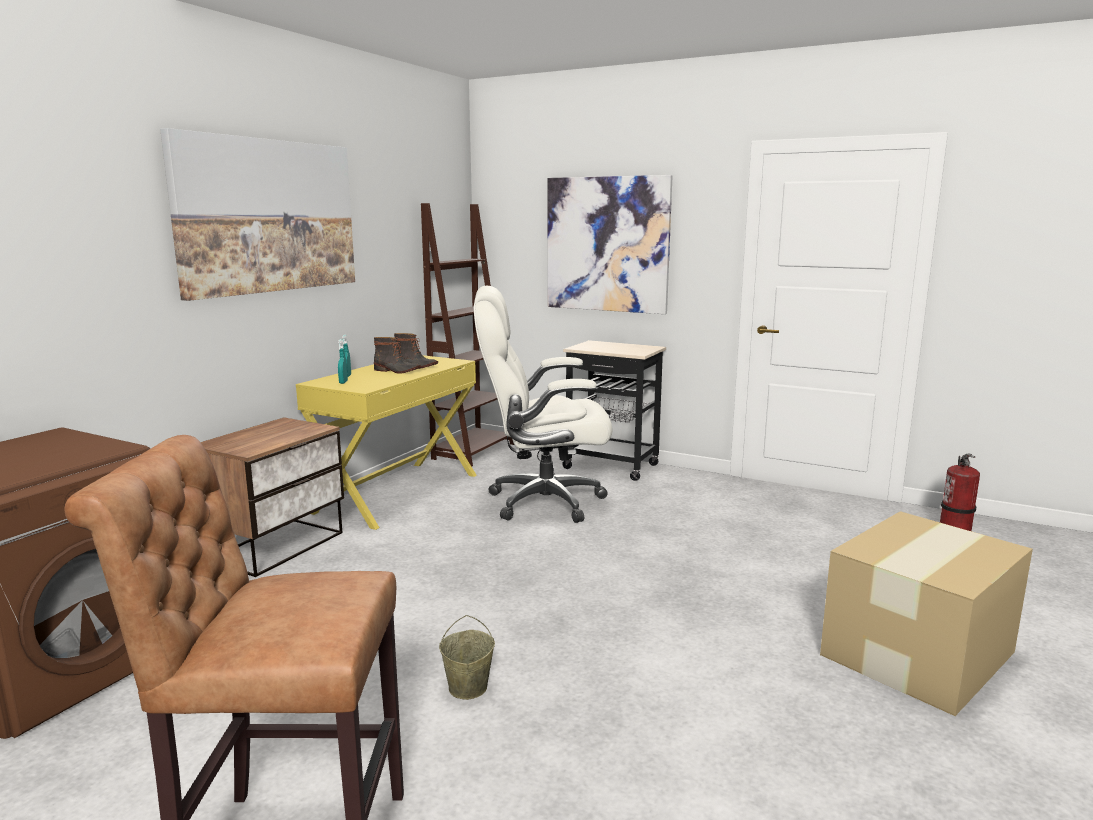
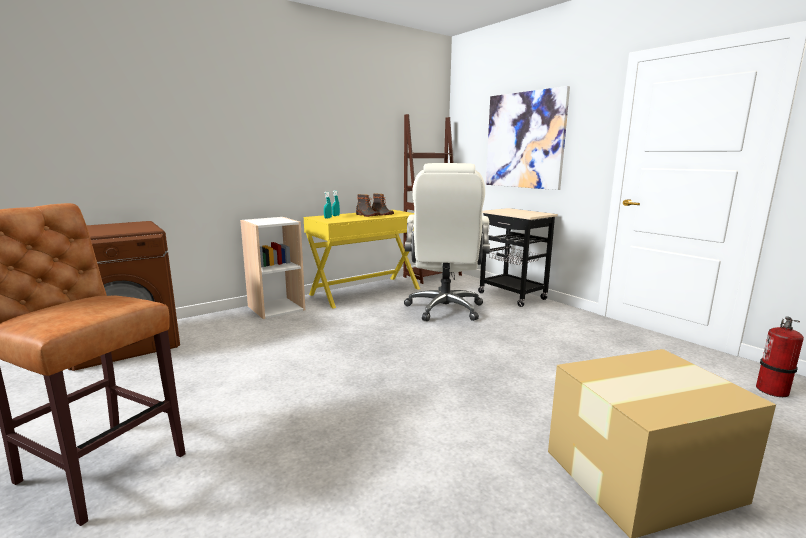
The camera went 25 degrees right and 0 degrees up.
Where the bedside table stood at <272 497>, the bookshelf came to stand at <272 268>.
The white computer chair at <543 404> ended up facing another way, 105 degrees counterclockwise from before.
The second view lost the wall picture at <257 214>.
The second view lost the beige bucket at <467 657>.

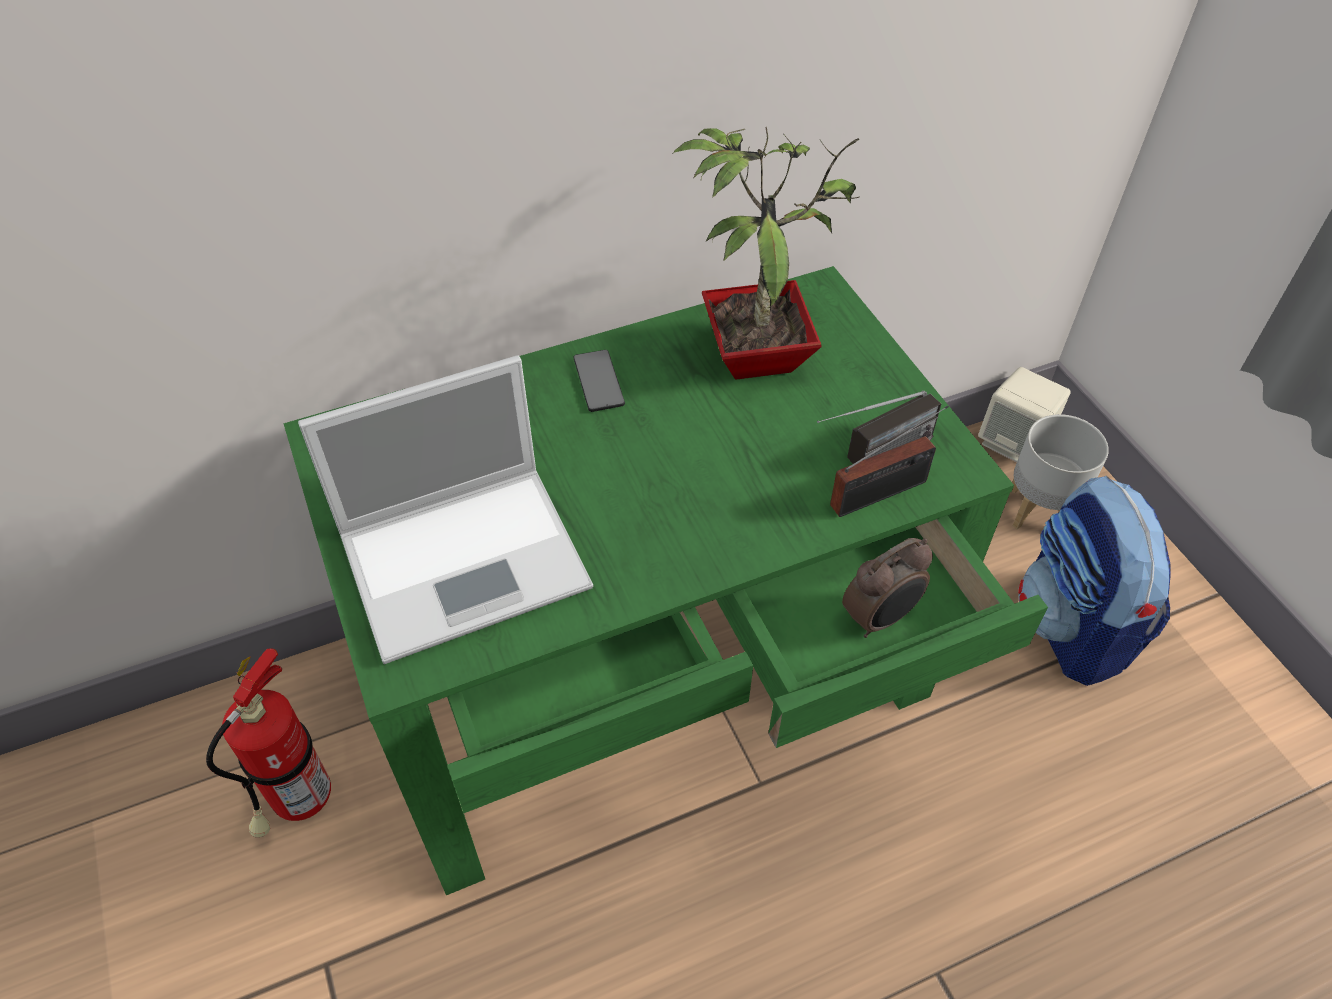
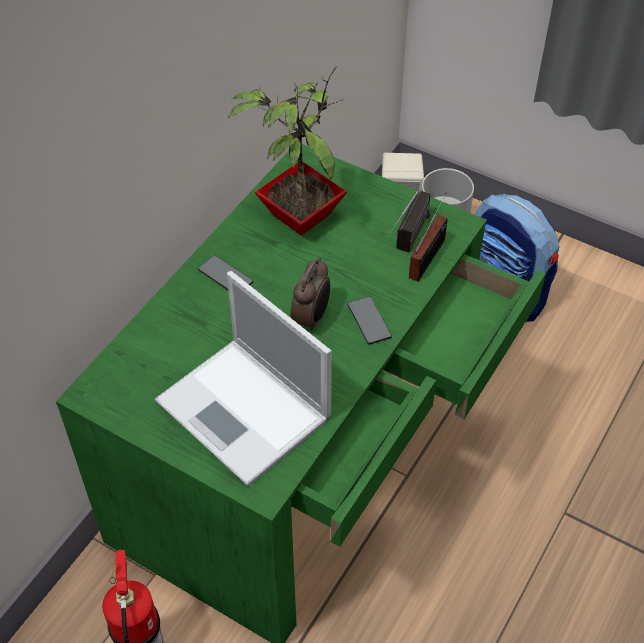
The camera went 35 degrees left and 0 degrees up.
The laptop at <445 509> ended up facing another way, 105 degrees clockwise from before.
The table clock ended up elsewhere, having gone from <887 588> to <310 295>.
The second view gained the telephone at <370 320>.

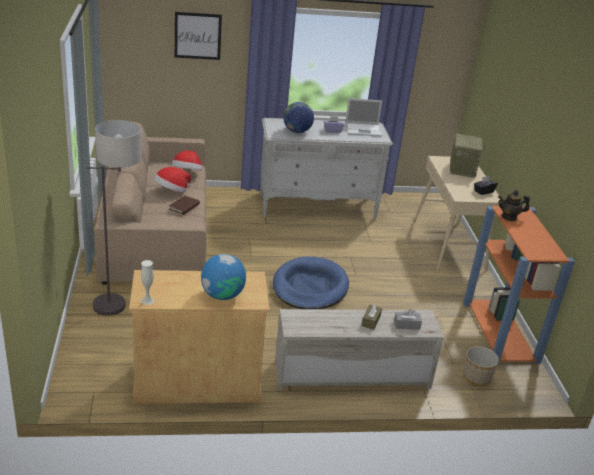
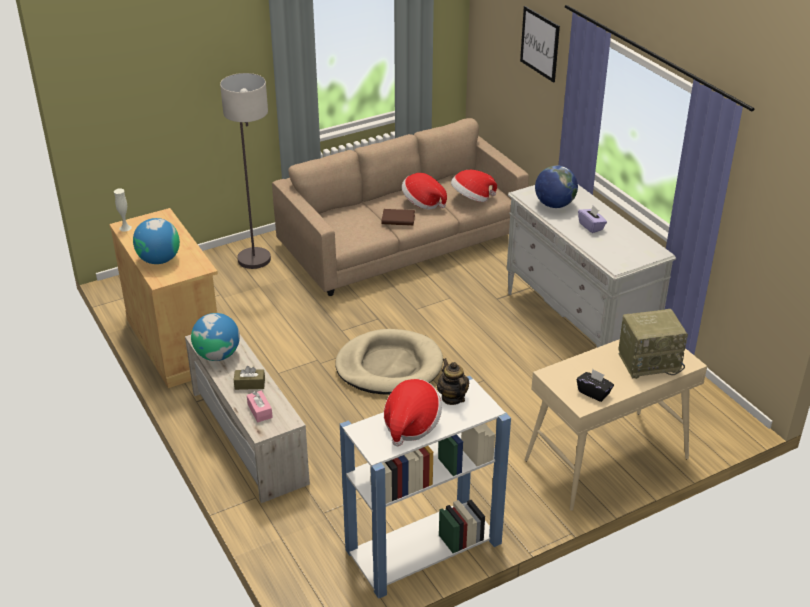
The camera went 70 degrees right and 5 degrees up.
The second view gained the globe at <215 337>.
What was the grey box of tissues at <408 319> turned into the pink box of tissues at <260 406>.
What was the blue dog bed at <311 282> turned into the beige dog bed at <389 362>.
What was the orangey bookshelf at <519 285> turned into the white bookshelf at <425 487>.
The second view gained the clothing hat at <413 412>.
The second view lost the laptop at <363 117>.
The second view lost the planter at <481 366>.

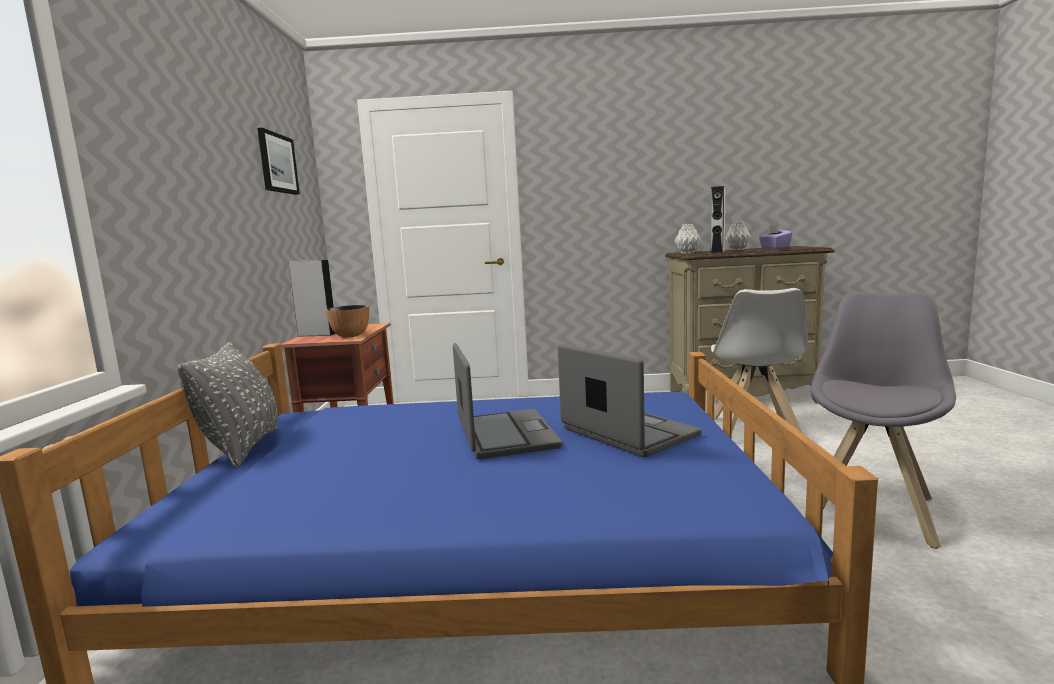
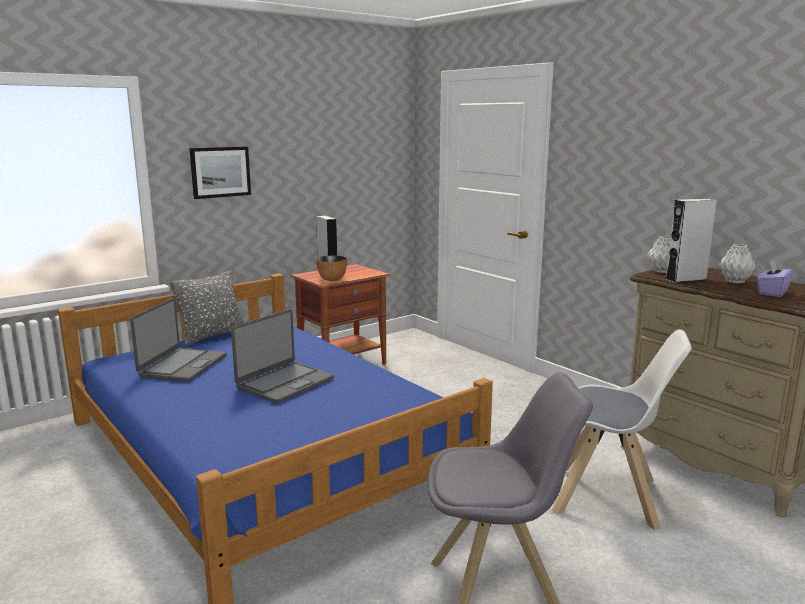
The camera went 50 degrees right and 5 degrees up.
The laptop ended up elsewhere, having gone from <629 400> to <178 340>.
The wall picture ended up elsewhere, having gone from <278 161> to <220 172>.
The chair at <759 360> ended up facing another way, 135 degrees counterclockwise from before.

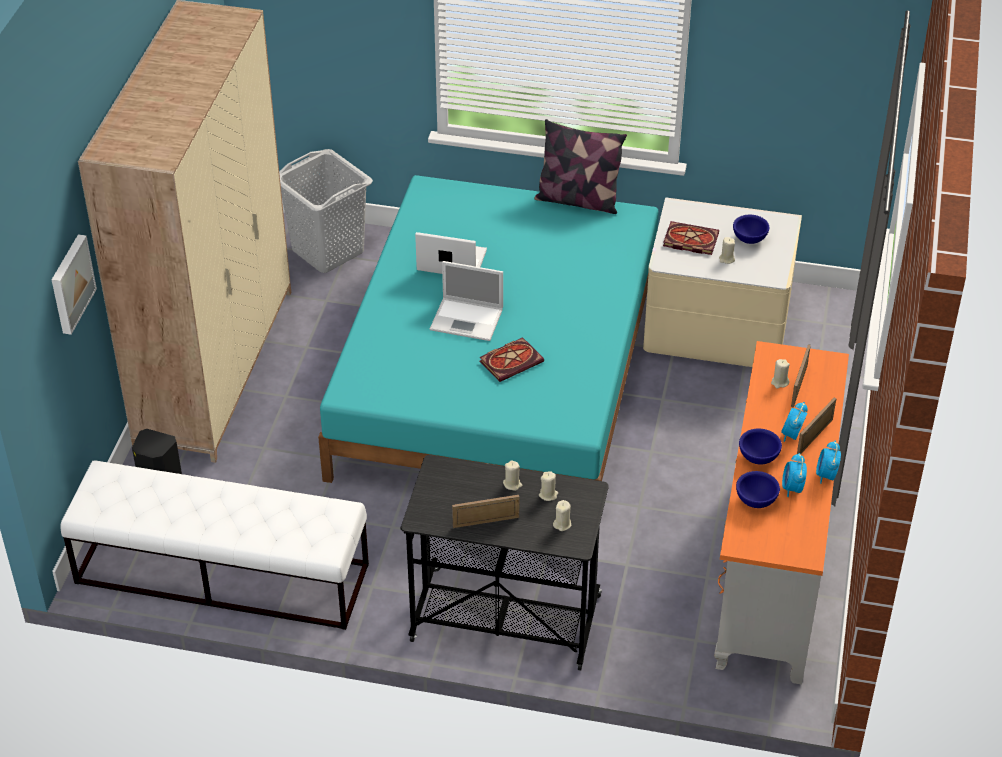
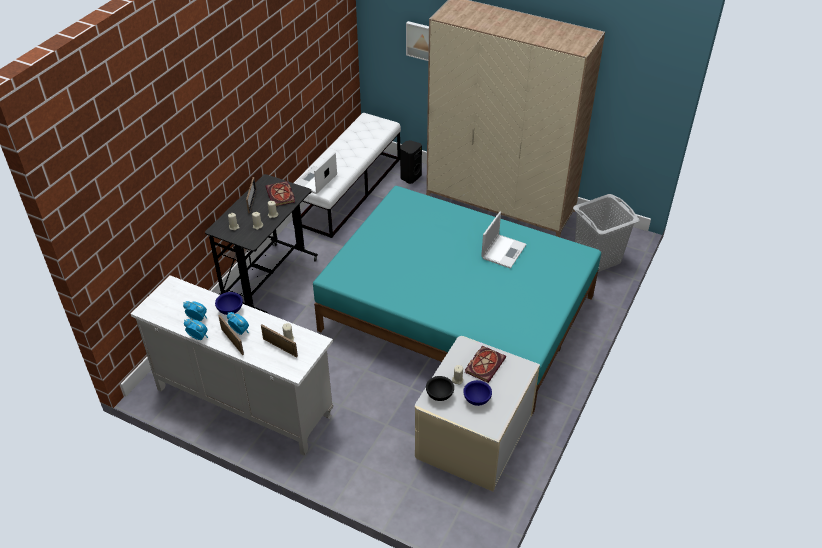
The camera went 105 degrees right and 0 degrees up.
What was the orangey dresser at <781 513> turned into the white dresser at <232 365>.
The bound book ended up elsewhere, having gone from <511 359> to <280 193>.
The laptop ended up elsewhere, having gone from <466 301> to <315 173>.
The second view gained the blackish bowl at <440 388>.
The second view lost the throw pillow at <580 166>.
The second view lost the blue bowl at <758 489>.

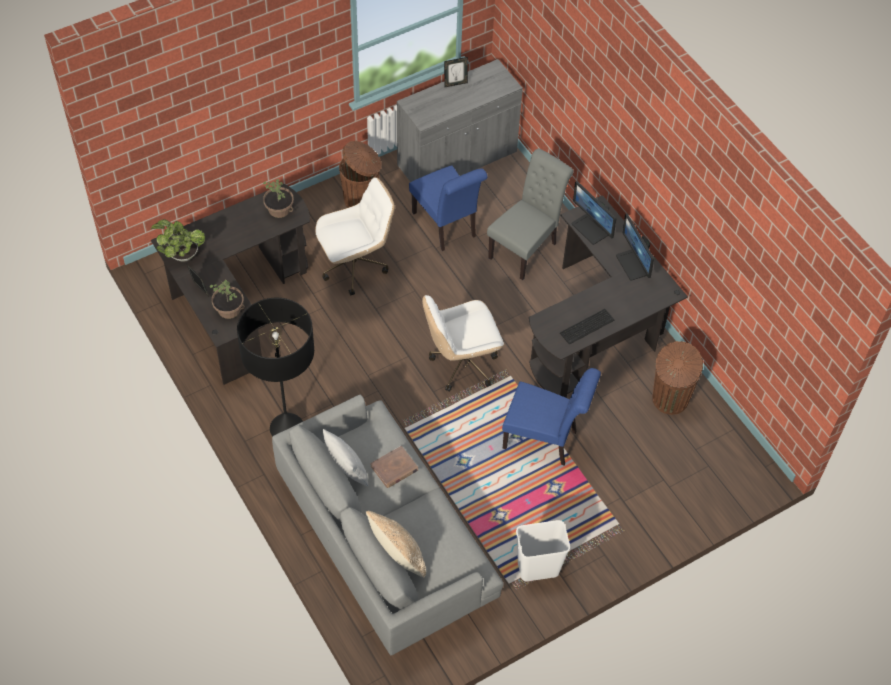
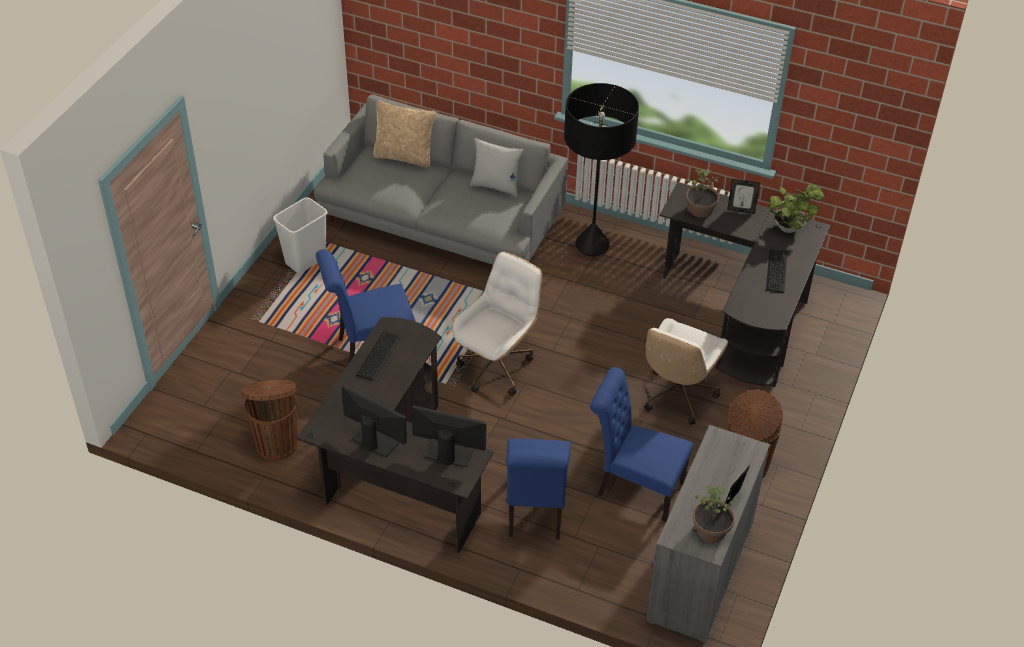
The camera went 145 degrees right and 10 degrees down.
What was the grey chair at <530 214> turned into the blue chair at <538 489>.
The potted plant ended up elsewhere, having gone from <278 198> to <714 514>.
The second view gained the PC keyboard at <776 271>.
The second view lost the brown-coloured bound book at <394 467>.

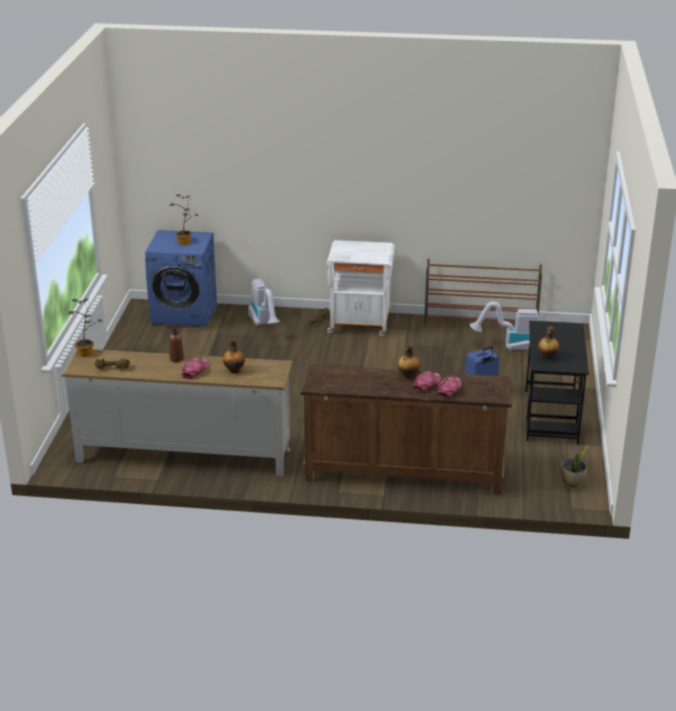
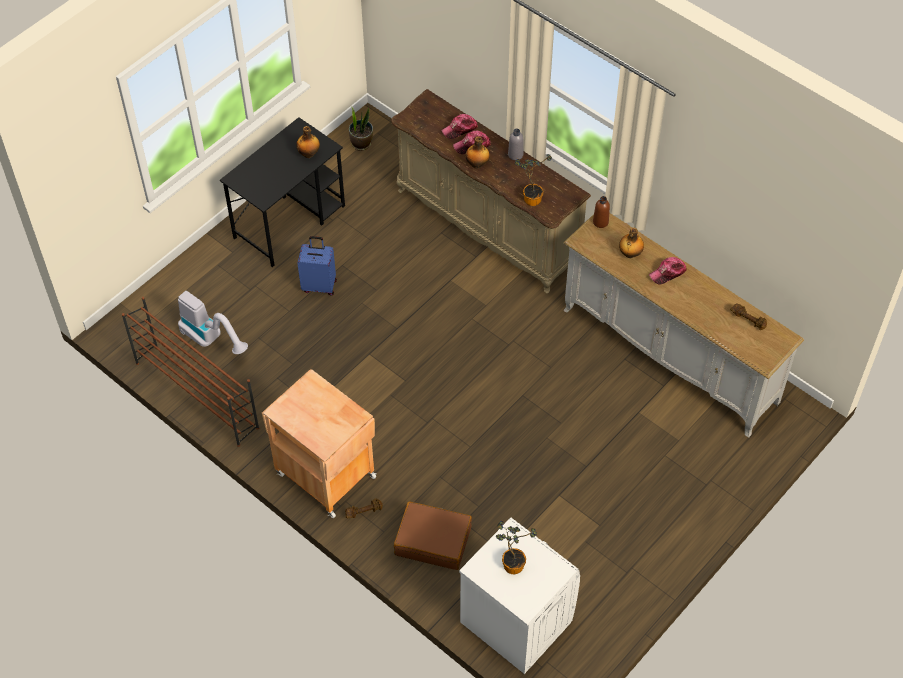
The camera went 145 degrees left and 25 degrees up.
What was the white cart at <361 288> turned into the brown-coloured cart at <319 443>.
Where the vacuum stood at <264 302>, the brown-coloured suitcase came to stand at <433 536>.
What was the blue laundry machine at <181 278> turned into the white laundry machine at <519 596>.
The second view gained the grey bottle at <515 144>.
The potted plant ended up elsewhere, having gone from <85 327> to <533 180>.
The brown-coloured bottle ended up elsewhere, having gone from <176 345> to <601 212>.

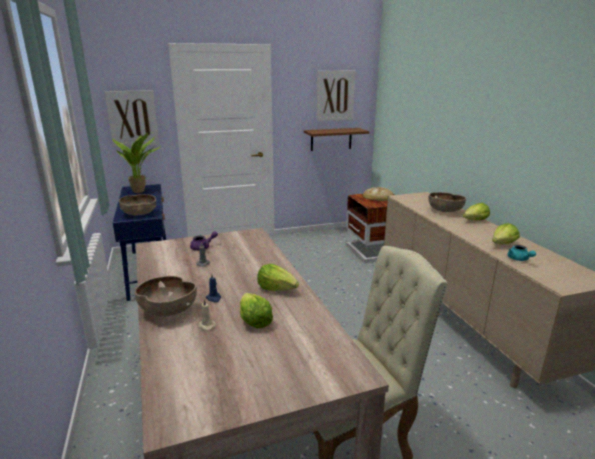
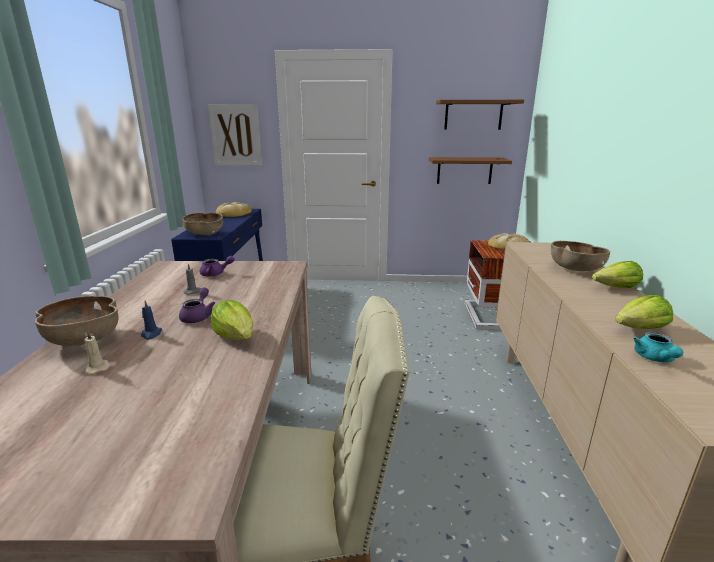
The camera went 20 degrees right and 0 degrees up.
The second view gained the purplish pot for tea at <197 305>.
Where the potted plant stood at <136 163>, the baked bread came to stand at <234 209>.
Where the wall picture hung at <335 96>, the brown-coloured wall shelf came to hang at <480 115>.
The second view lost the lettuce head at <256 310>.

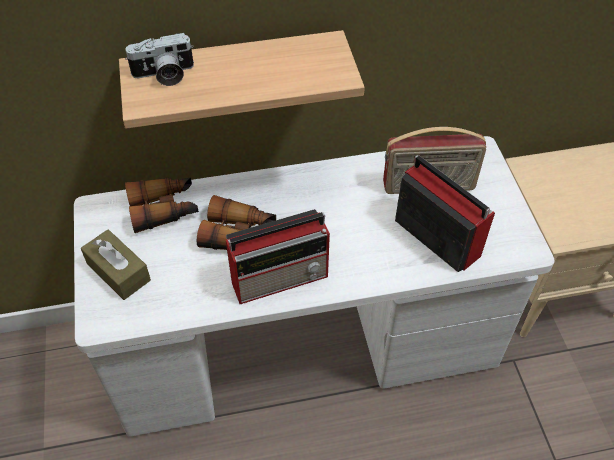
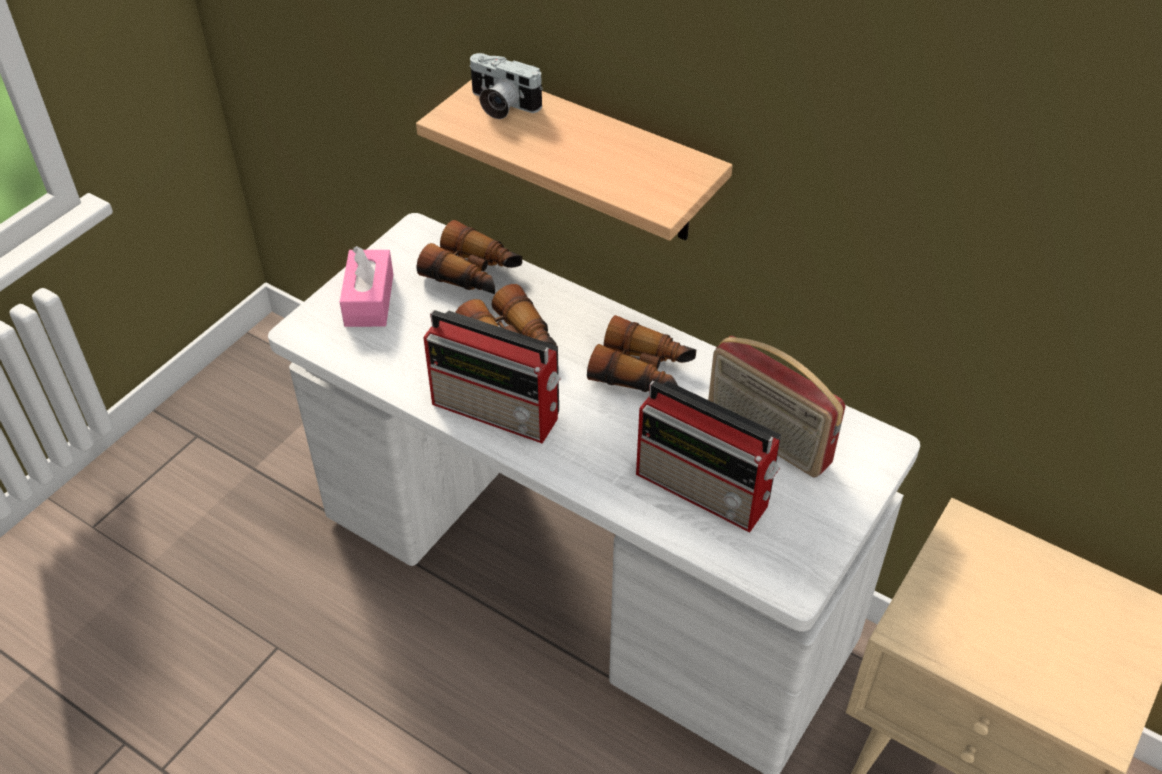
The camera went 45 degrees right and 5 degrees down.
What was the brown-coloured box of tissues at <116 264> turned into the pink box of tissues at <366 286>.
The second view gained the binoculars at <641 353>.
The radio at <445 213> ended up facing another way, 120 degrees clockwise from before.

